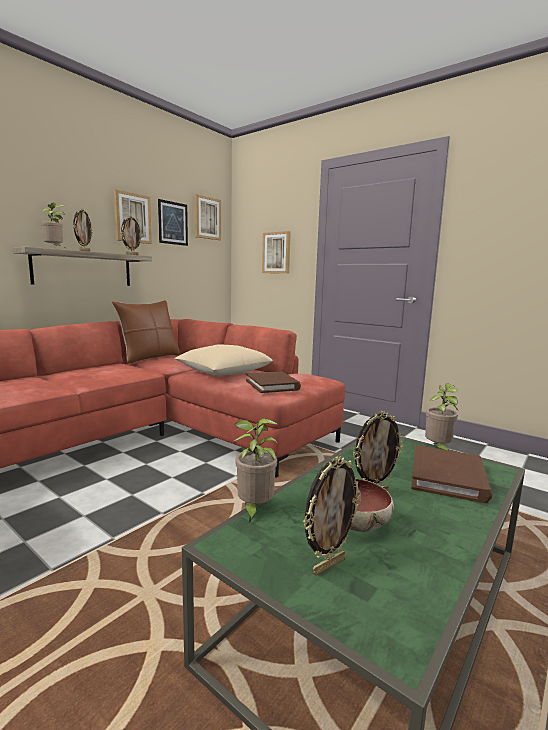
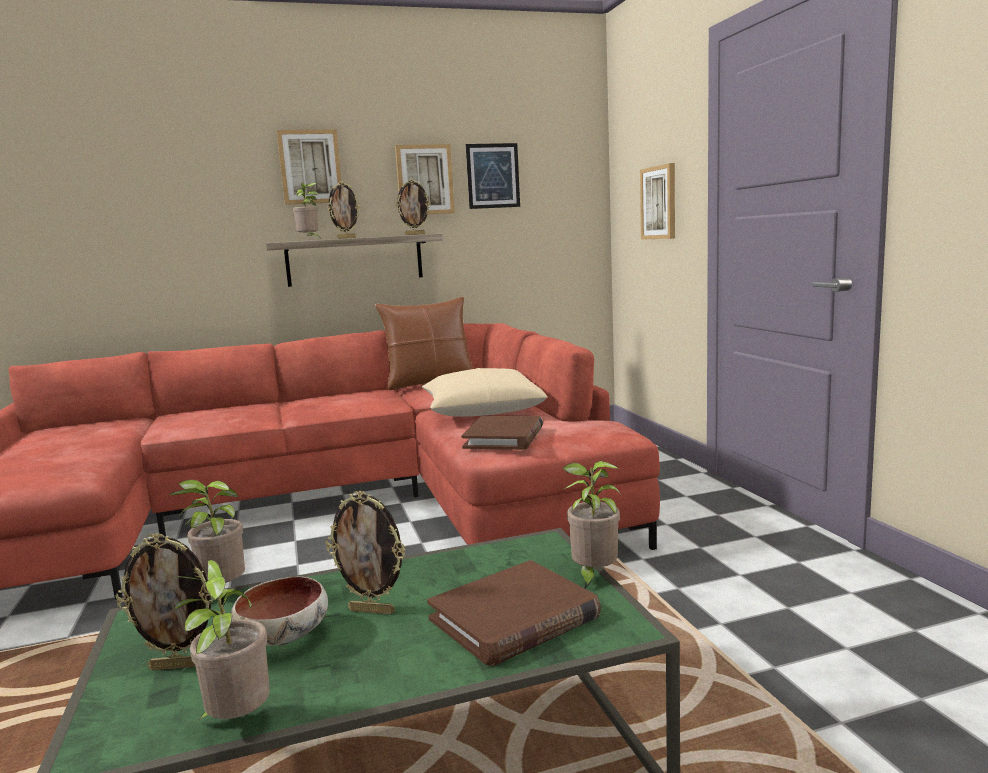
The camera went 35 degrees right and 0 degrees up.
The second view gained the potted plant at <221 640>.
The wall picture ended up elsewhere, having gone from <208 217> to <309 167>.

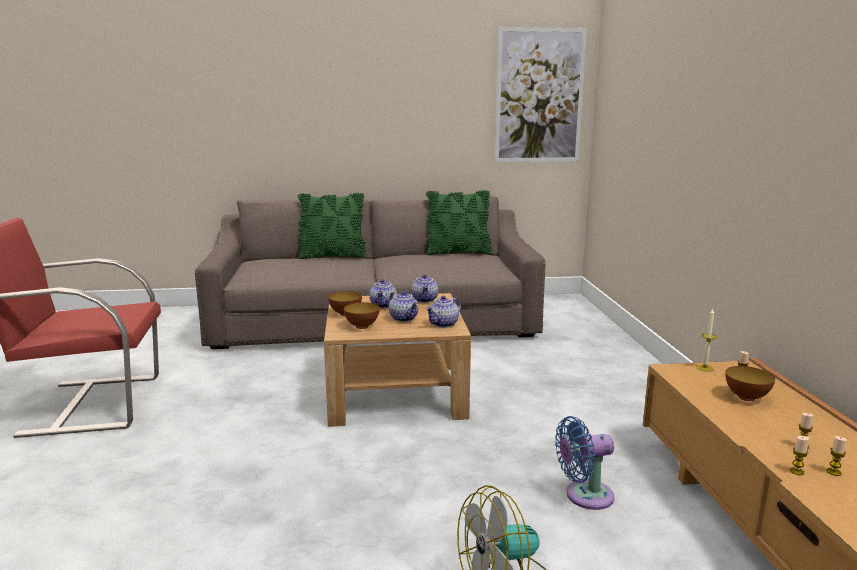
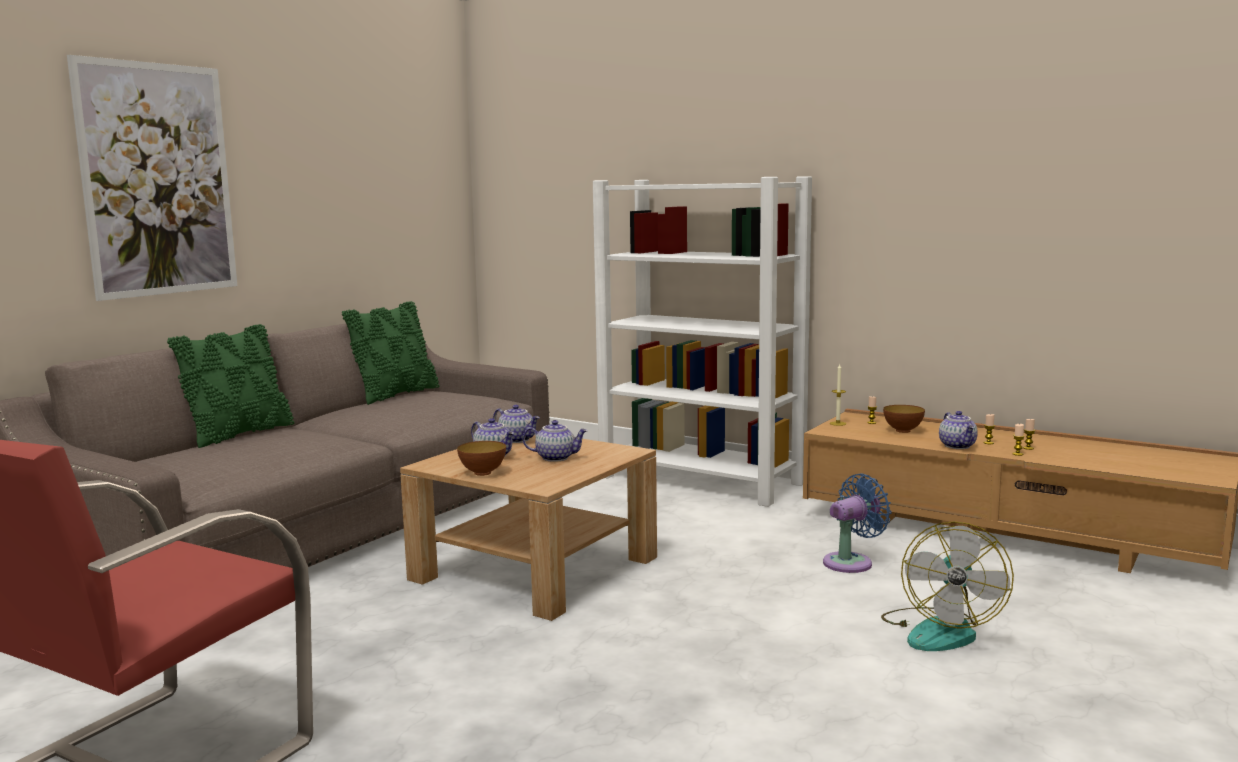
The camera went 50 degrees left and 5 degrees down.
The wall picture ended up elsewhere, having gone from <541 94> to <152 178>.
The second view gained the white bookshelf at <702 341>.
The blue cooling fan at <584 463> ended up facing another way, 150 degrees counterclockwise from before.
The pot for tea ended up elsewhere, having gone from <443 312> to <958 430>.
The second view lost the bowl at <362 315>.

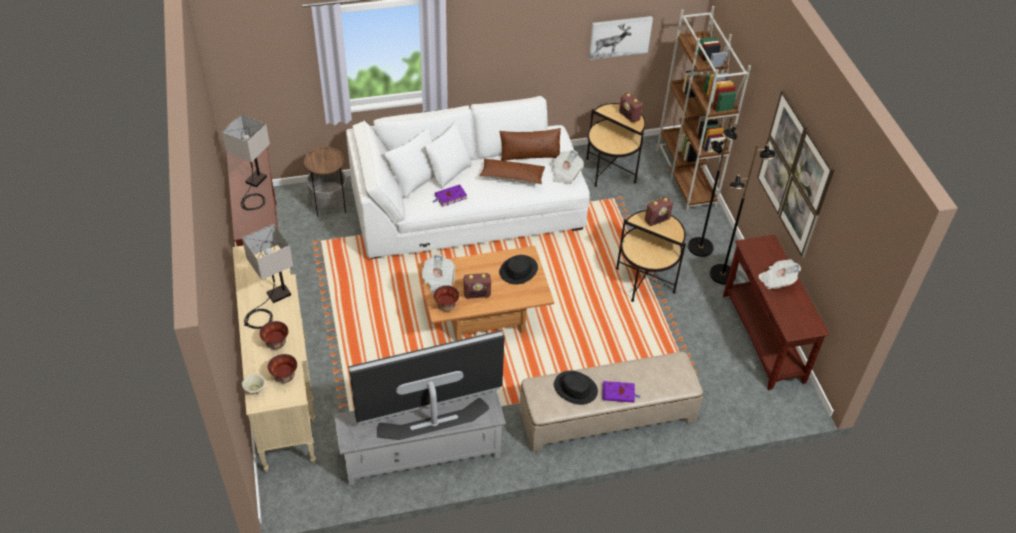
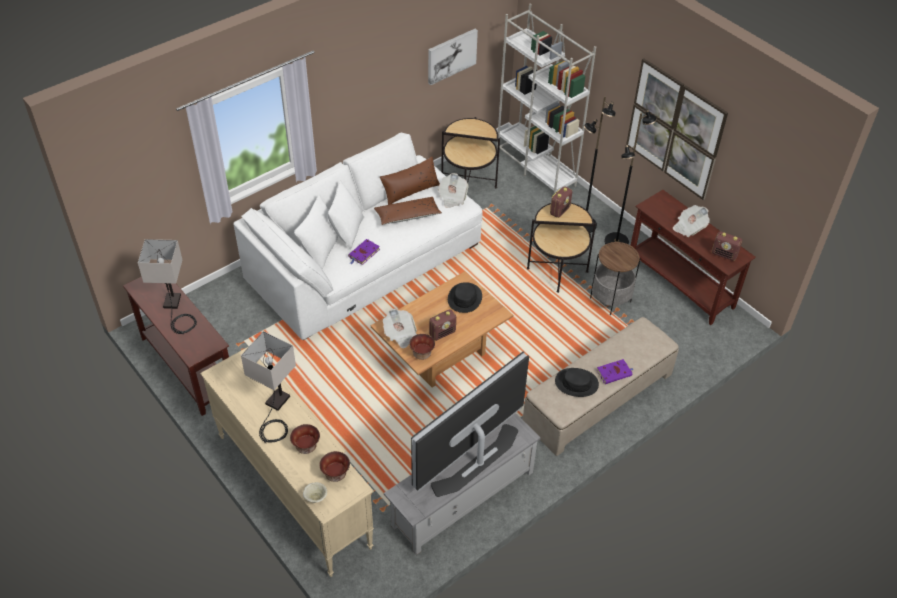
The camera went 25 degrees left and 0 degrees up.
What was the brown-coloured bookshelf at <703 109> turned into the white bookshelf at <546 99>.
The accent table ended up elsewhere, having gone from <326 182> to <615 278>.
The radio ended up elsewhere, having gone from <631 108> to <727 246>.

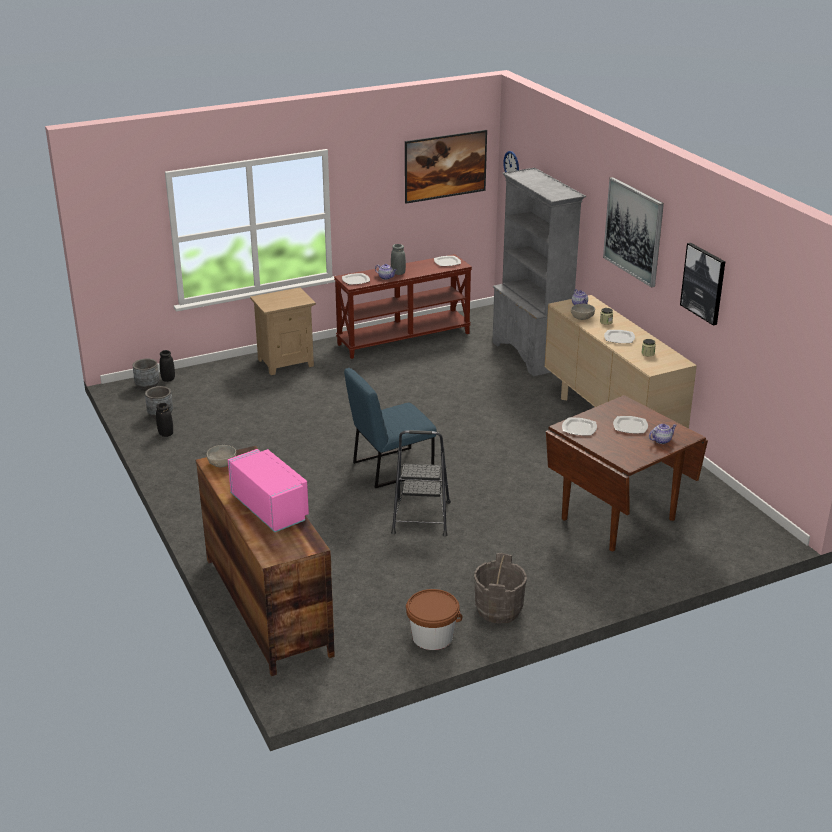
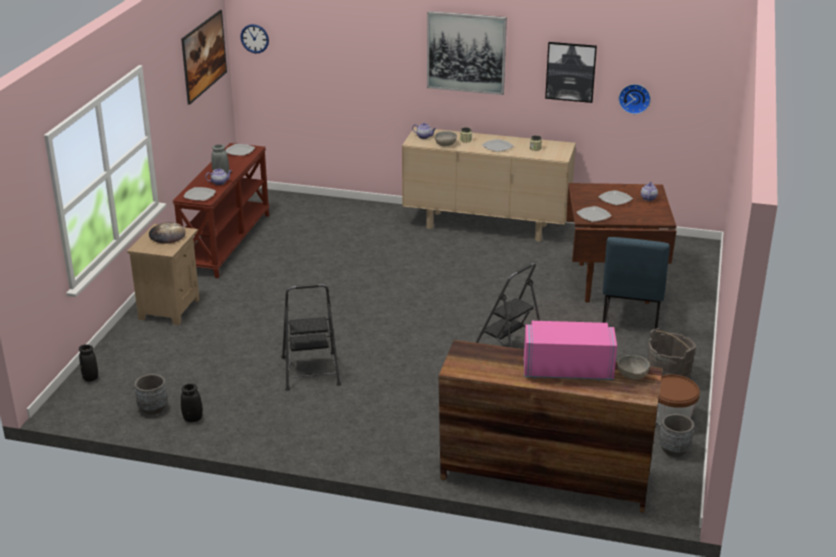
The camera went 50 degrees left and 0 degrees up.
The second view gained the baked bread at <167 233>.
The second view gained the blackish stepladder at <311 337>.
The blue chair ended up elsewhere, having gone from <390 428> to <636 283>.
The grey bowl ended up elsewhere, having gone from <221 456> to <633 367>.
The second view gained the hanging clock at <635 99>.
The grey planter ended up elsewhere, having gone from <145 375> to <676 435>.
The second view lost the grey bookshelf at <539 272>.

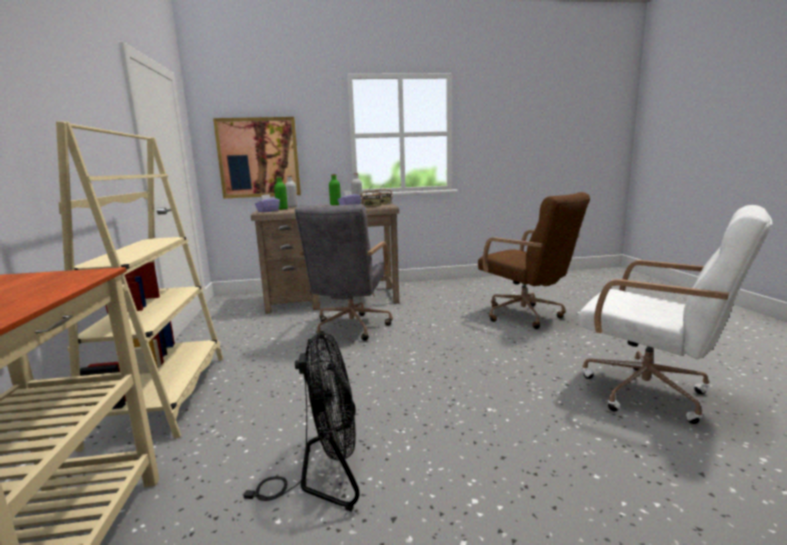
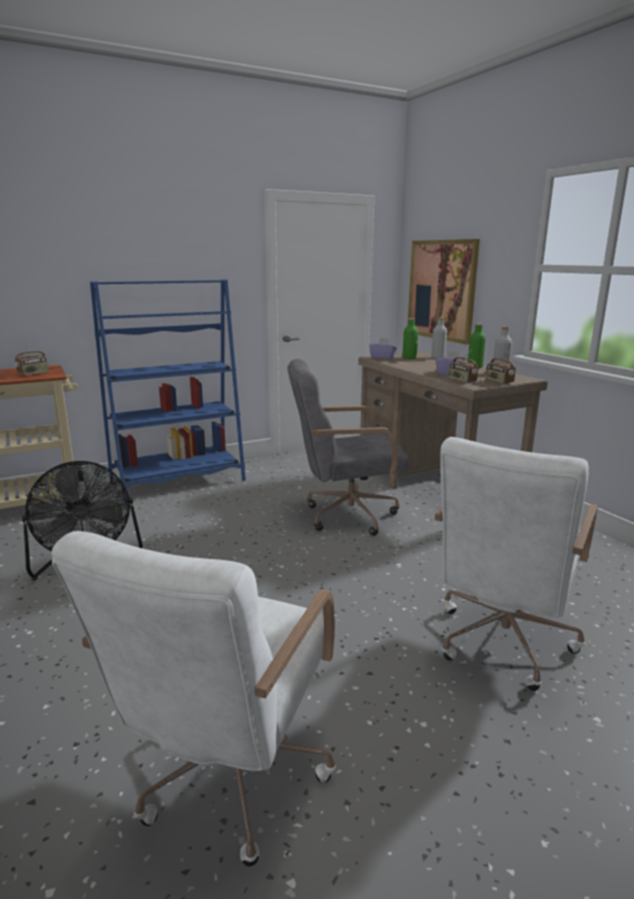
The camera went 70 degrees right and 5 degrees up.
The second view gained the radio at <31 359>.
What was the beige bookshelf at <139 286> turned into the blue bookshelf at <168 390>.
What was the brown-coloured computer chair at <534 260> turned into the white computer chair at <516 564>.

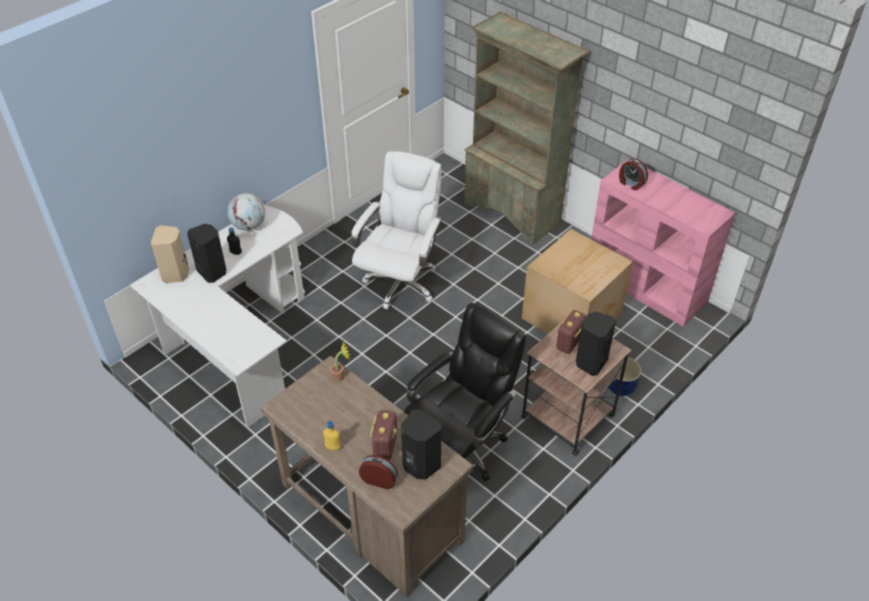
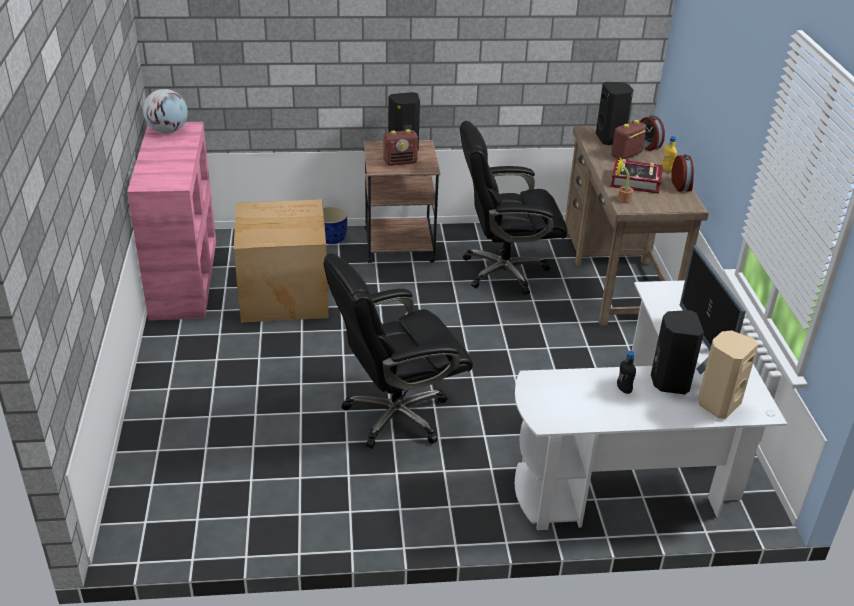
The camera went 140 degrees left and 10 degrees down.
The globe ended up elsewhere, having gone from <246 212> to <165 111>.
What was the white computer chair at <396 230> turned into the blackish computer chair at <398 351>.
The second view gained the bound book at <636 176>.
The table clock ended up elsewhere, having gone from <633 174> to <682 172>.
The second view gained the monitor at <713 310>.
The second view lost the green-coloured bookshelf at <527 127>.

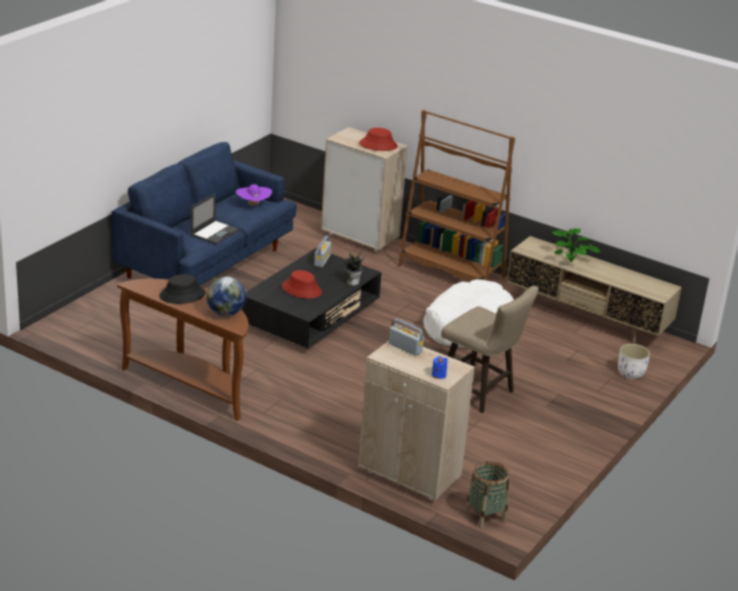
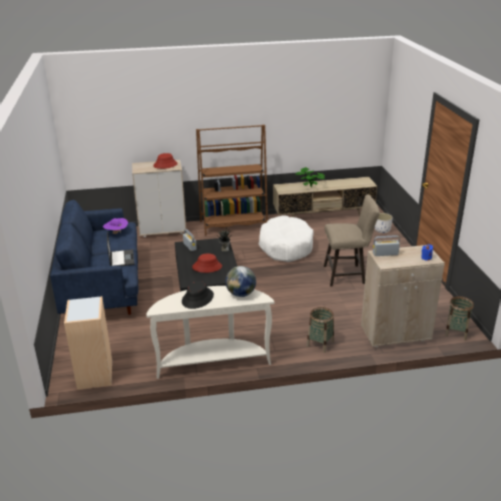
The camera went 40 degrees left and 0 degrees up.
The second view gained the bookshelf at <88 343>.
What was the brown-coloured console table at <183 350> turned into the white console table at <210 332>.
The second view gained the storage basket at <320 330>.

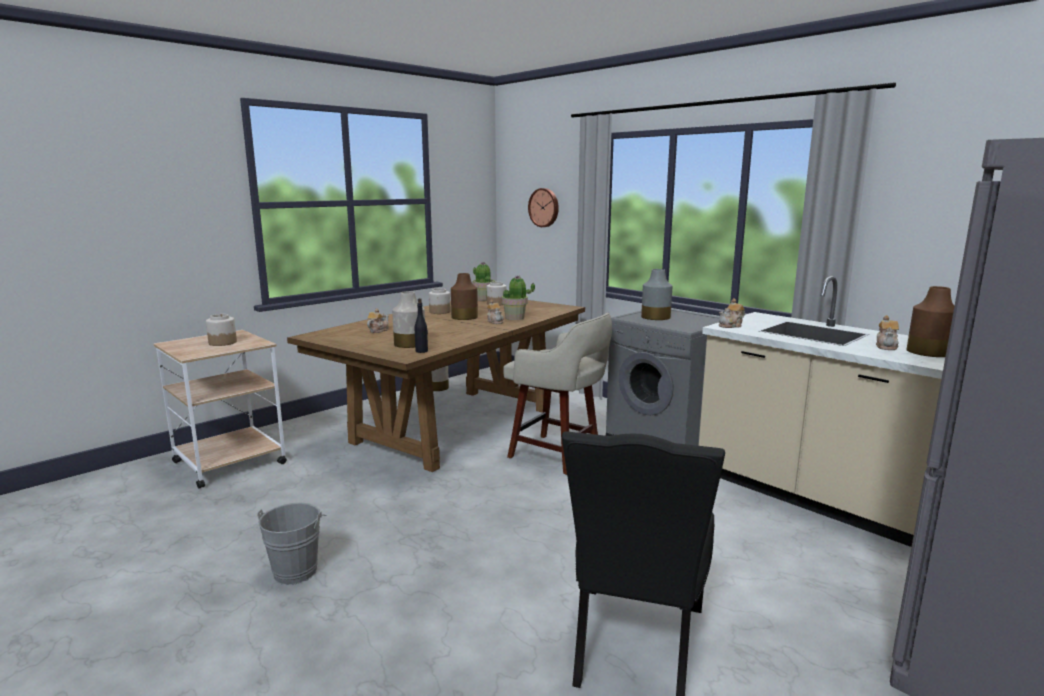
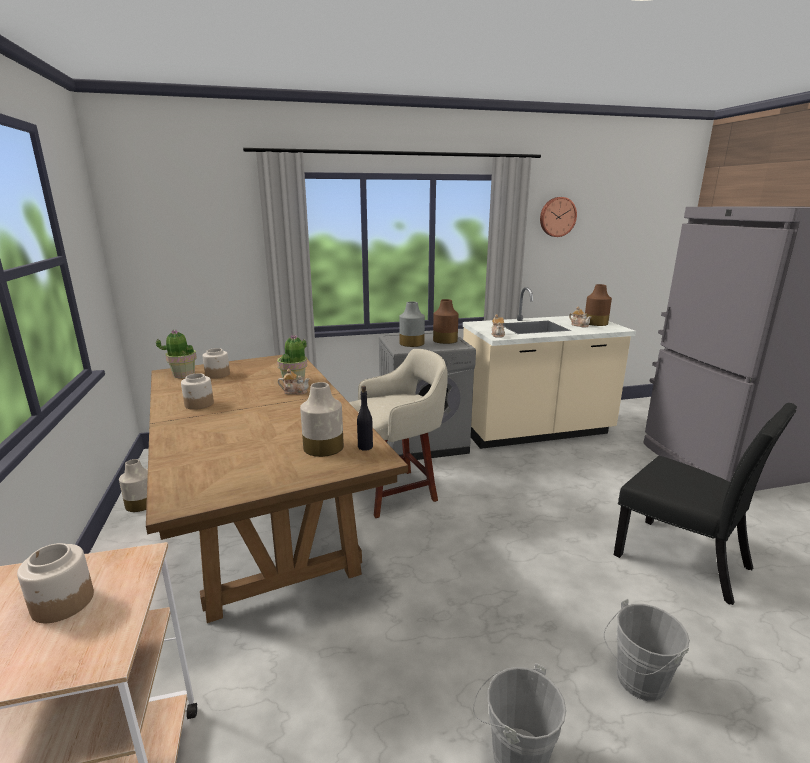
The camera went 60 degrees left and 5 degrees up.
The brown-coloured flower vase ended up elsewhere, having gone from <464 296> to <446 321>.
The hanging clock ended up elsewhere, having gone from <543 207> to <558 217>.
The second view gained the grey bucket at <647 650>.
The second view lost the pot for tea at <378 321>.

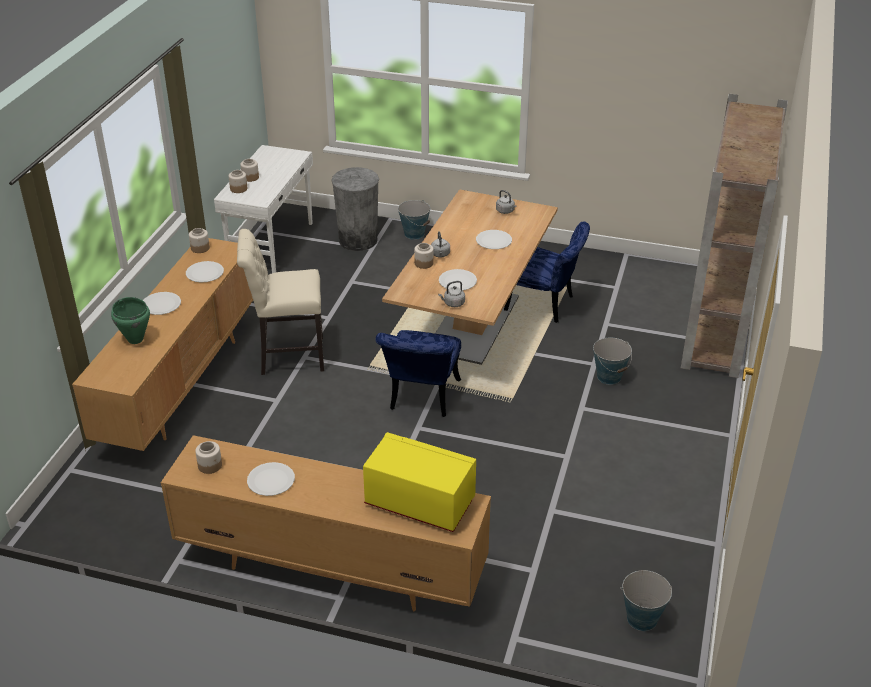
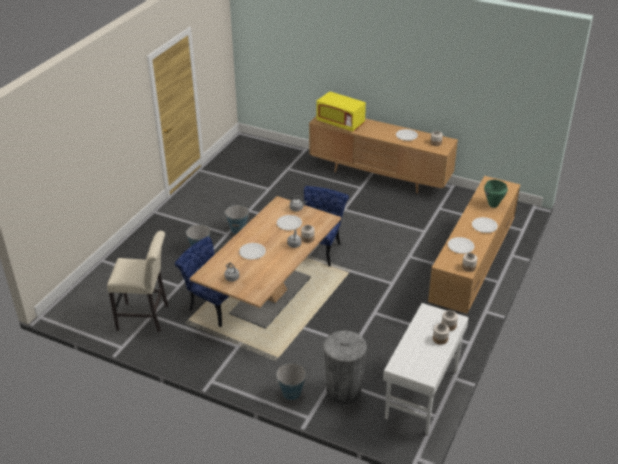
The camera went 170 degrees left and 0 degrees up.
The beige stool seat ended up elsewhere, having gone from <280 302> to <137 281>.
The bucket ended up elsewhere, having gone from <646 600> to <237 219>.
The second view lost the brown-coloured bookshelf at <734 236>.

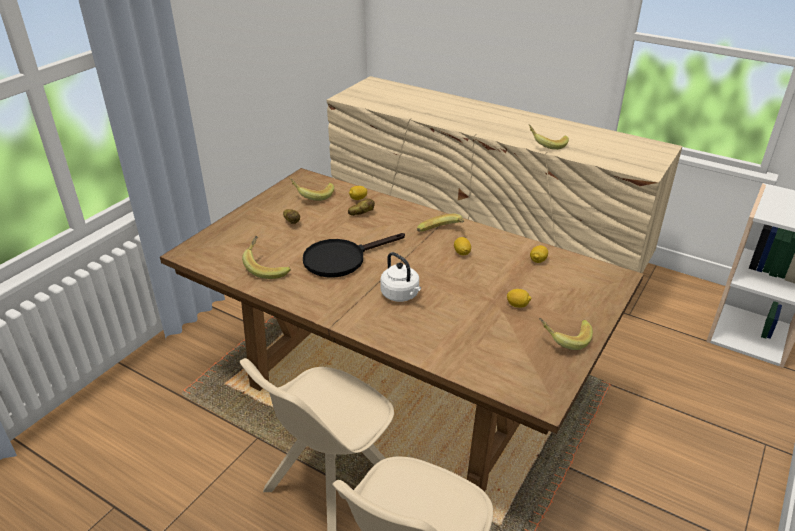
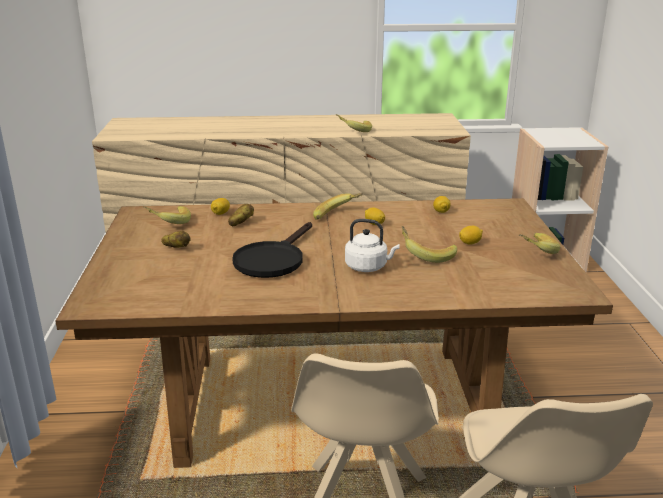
The camera went 35 degrees left and 10 degrees down.
The whole banana ended up elsewhere, having gone from <266 257> to <429 244>.

